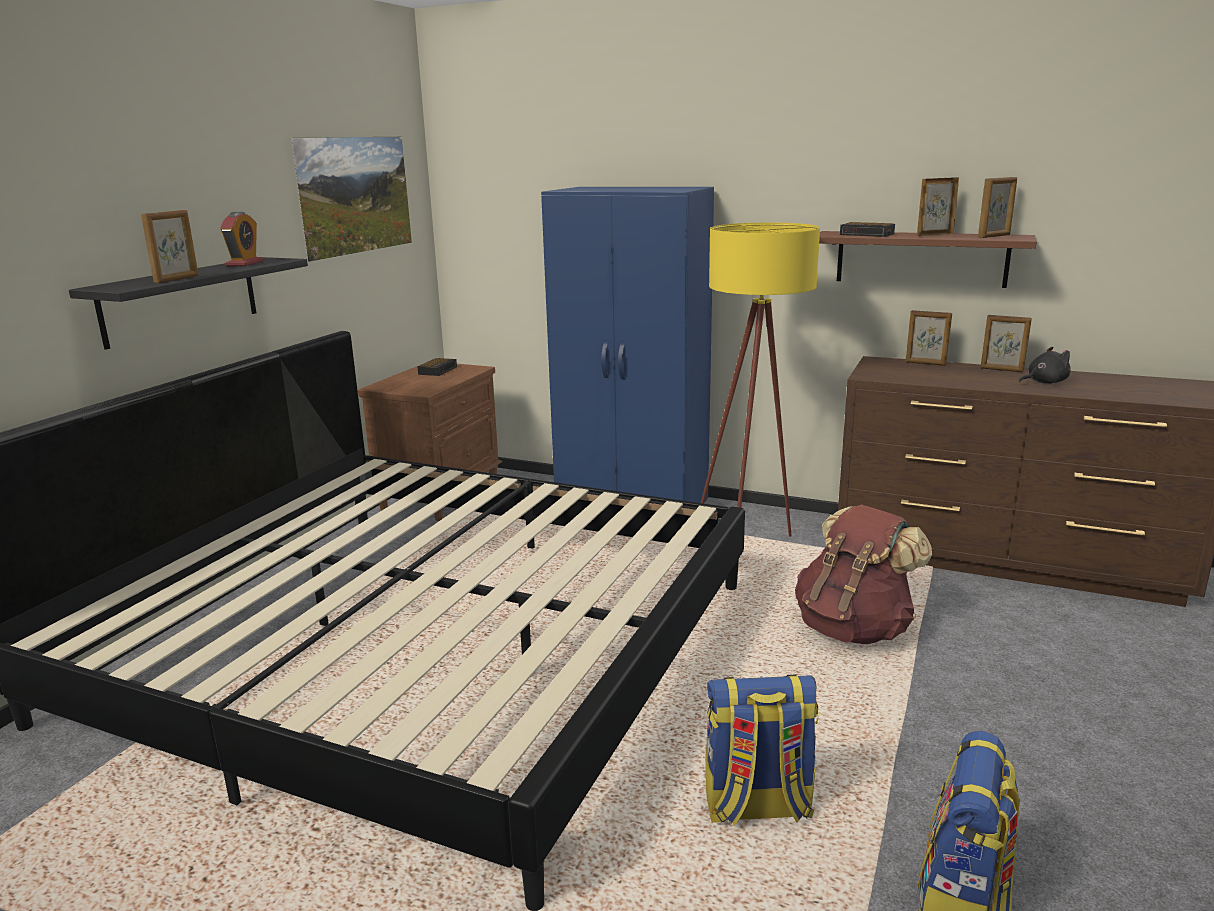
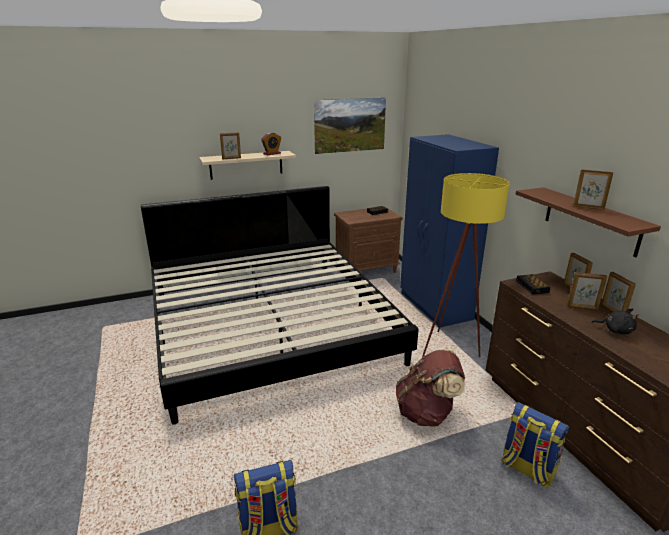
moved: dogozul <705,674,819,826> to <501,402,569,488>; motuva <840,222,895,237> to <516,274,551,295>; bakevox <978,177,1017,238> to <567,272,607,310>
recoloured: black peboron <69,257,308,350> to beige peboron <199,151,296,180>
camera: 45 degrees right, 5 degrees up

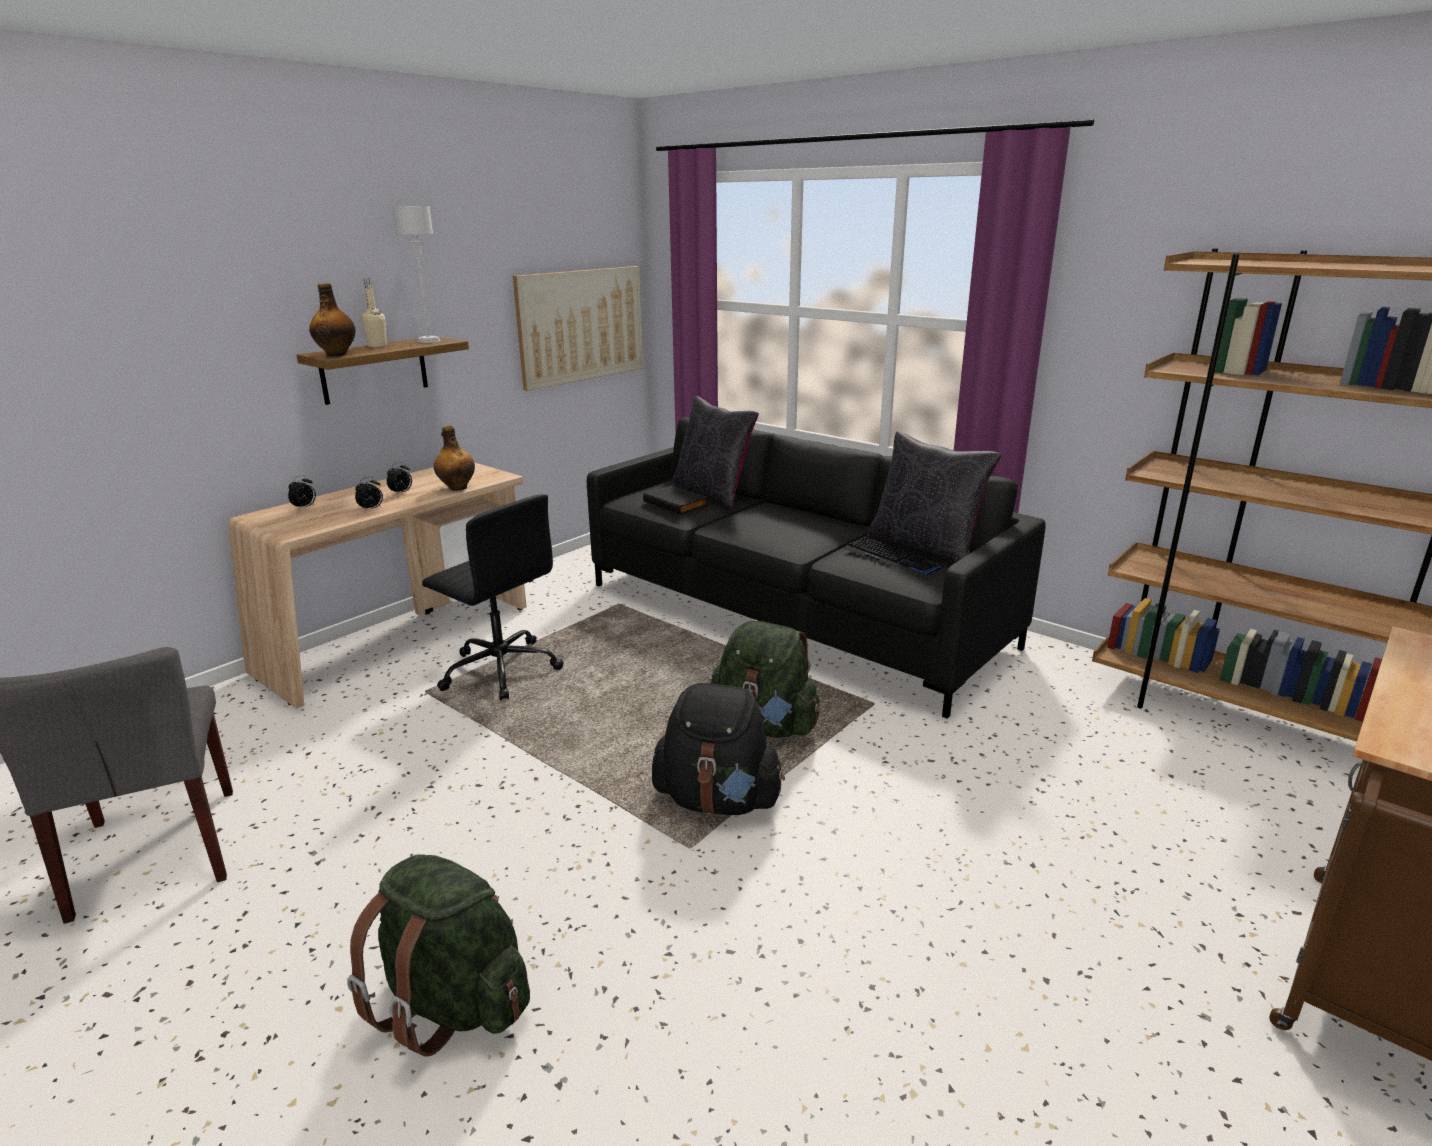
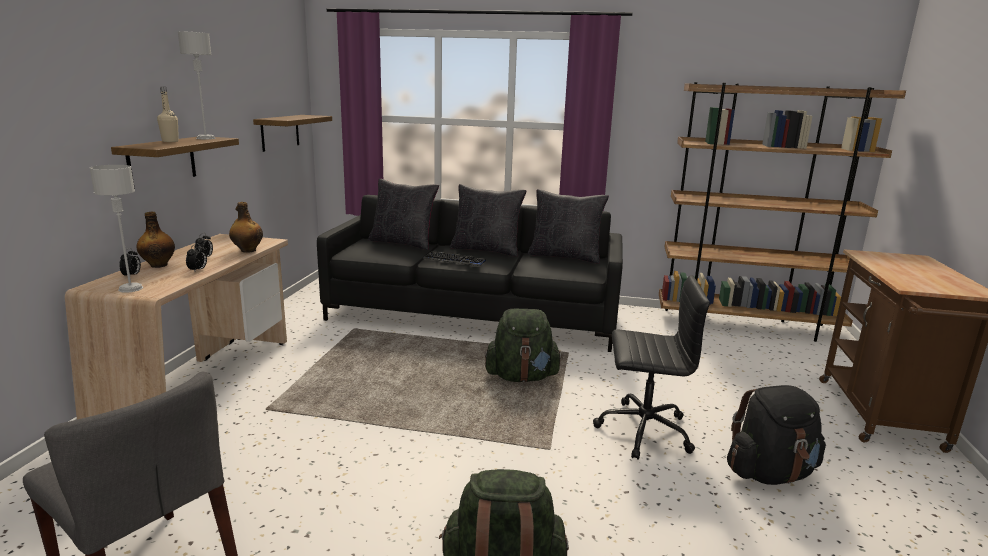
removed: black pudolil <643,485,709,514>
added: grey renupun <90,165,143,293>; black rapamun <450,184,527,257>
moved: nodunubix <309,283,355,357> to <136,212,175,268>; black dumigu <422,494,564,700> to <593,275,710,460>; black dogozul <652,683,785,815> to <727,385,826,485>; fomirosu <843,537,943,576> to <423,251,486,266>
replaced: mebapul <513,266,643,391> to peboron <253,115,332,152>
camera: 30 degrees left, 5 degrees down

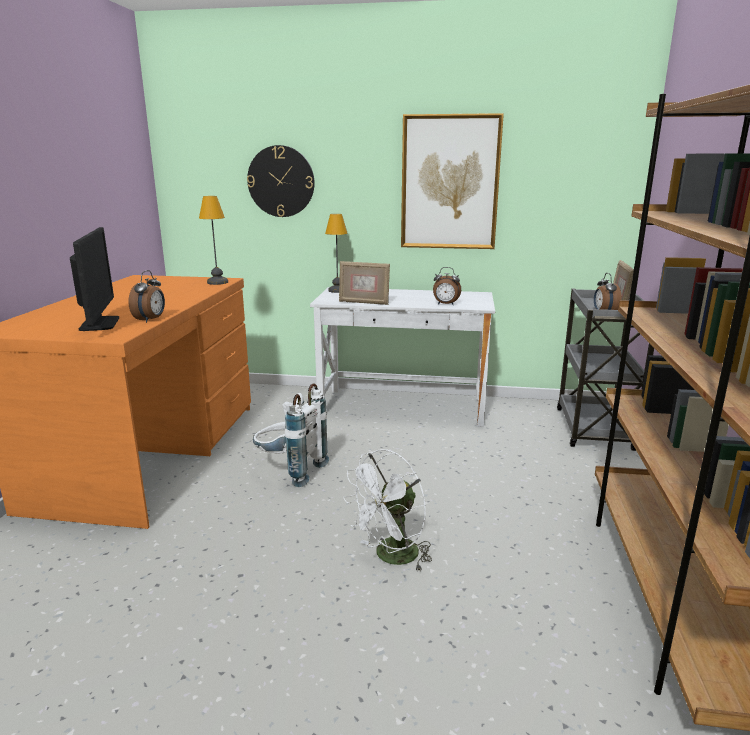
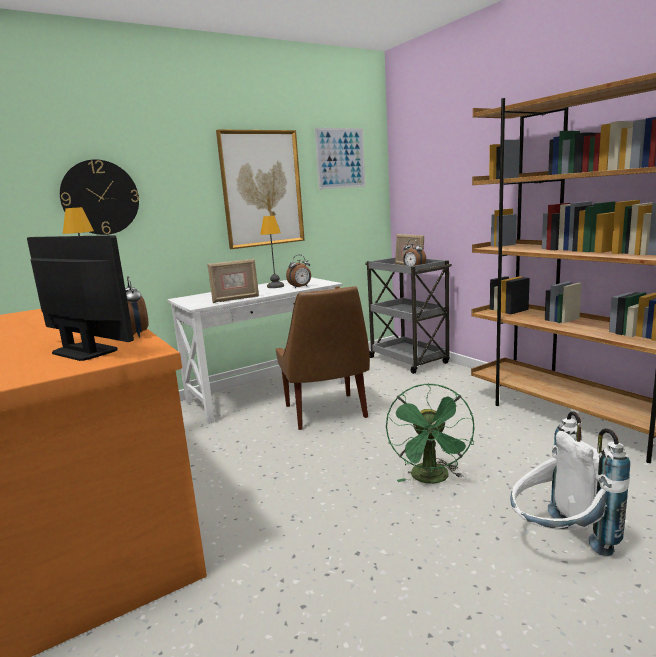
added: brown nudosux <276,286,370,430>; mebapul <315,128,366,189>
moved: white dogozul <253,383,329,487> to <511,411,630,557>; renupun <325,214,348,293> to <260,216,284,288>
recoloured: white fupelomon <343,449,432,572> to green fupelomon <386,383,475,484>
camera: 40 degrees left, 5 degrees down

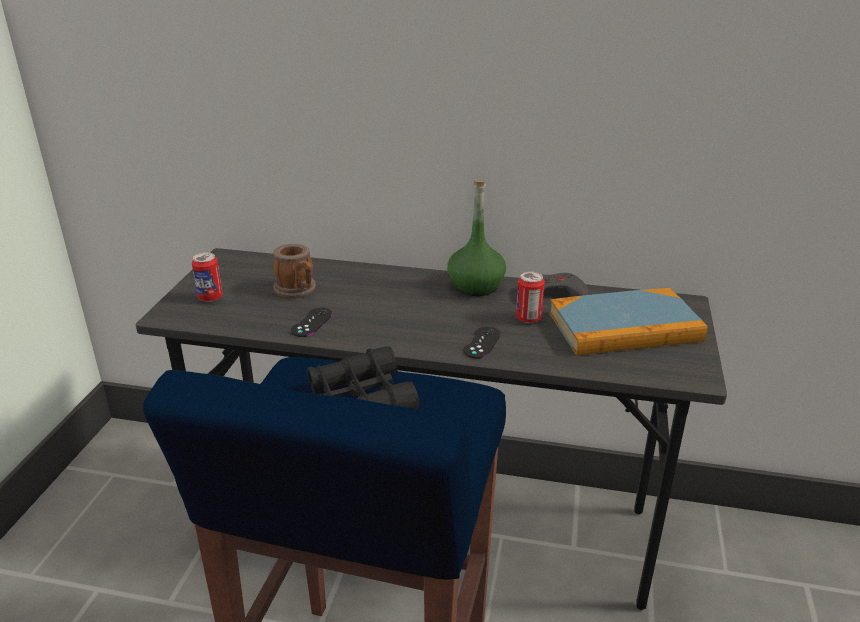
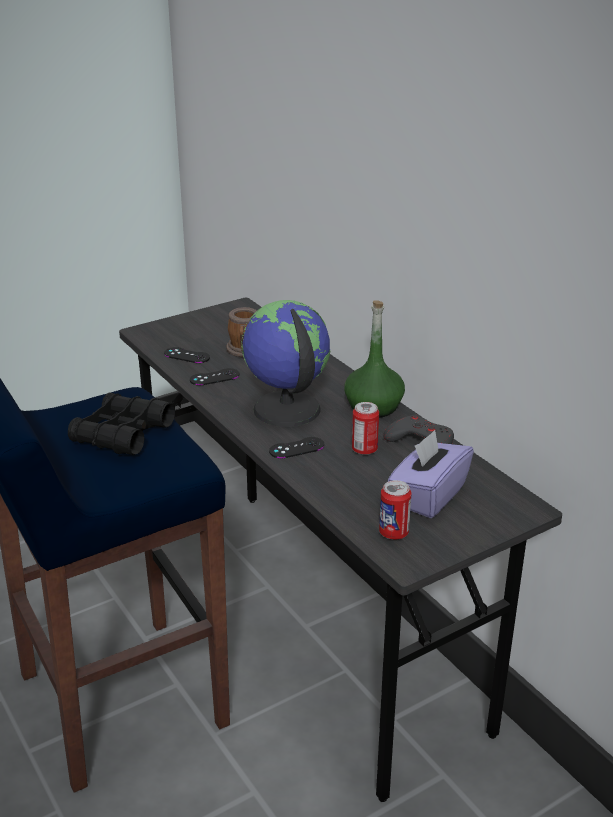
added: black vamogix <164,347,210,363>; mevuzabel <241,300,330,427>
moved: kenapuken <192,252,223,302> to <379,480,411,540>
replaced: pudolil <549,288,708,355> to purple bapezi <388,430,474,518>
camera: 45 degrees right, 0 degrees up

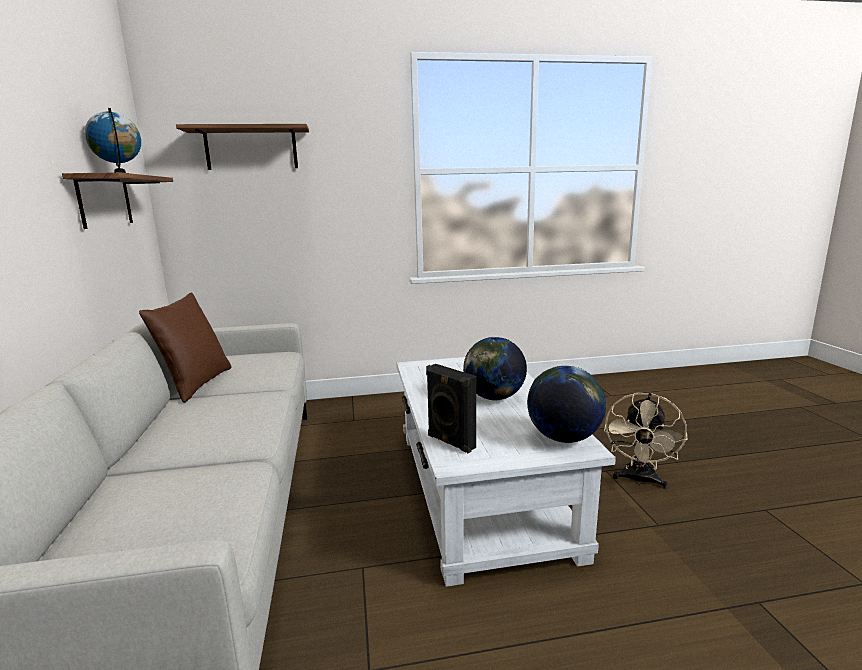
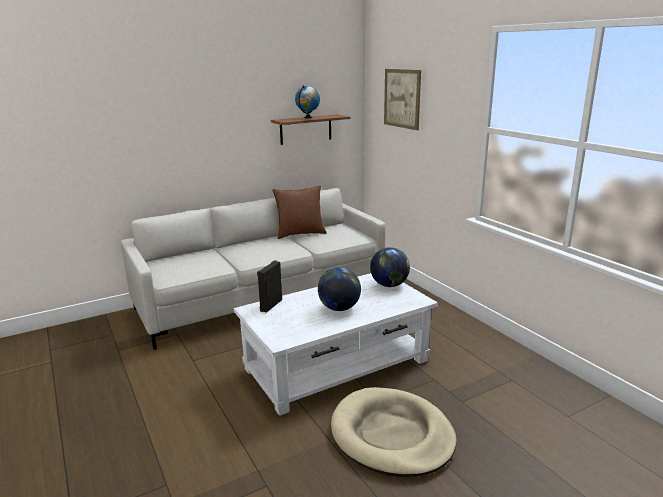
moved: mevuzabel <527,366,606,443> to <370,247,410,287>
replaced: peboron <176,124,309,170> to mebapul <384,69,421,130>; beige fupelomon <604,393,687,489> to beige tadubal <331,387,457,477>
camera: 70 degrees right, 5 degrees up

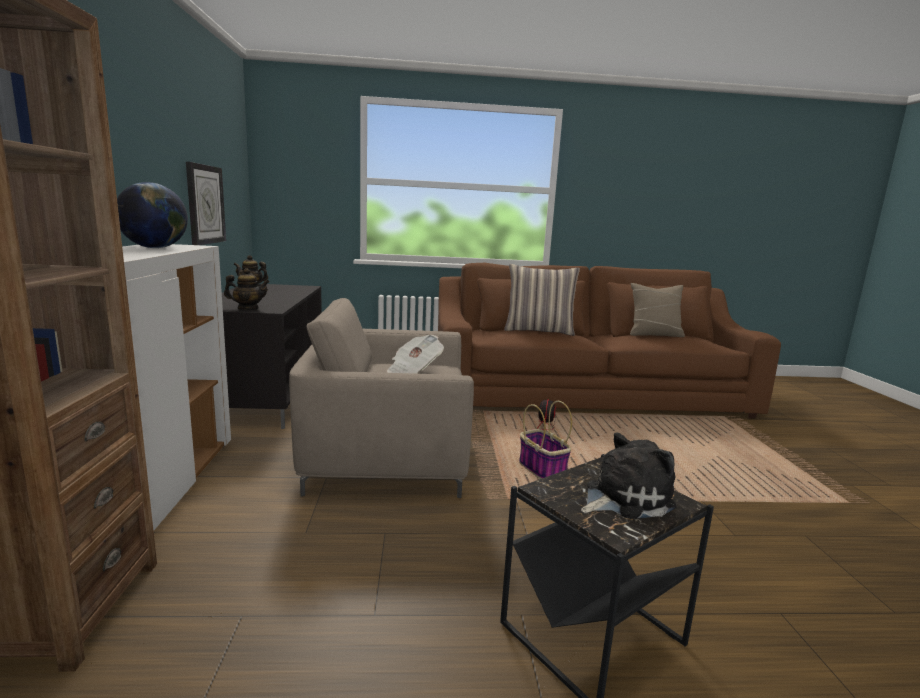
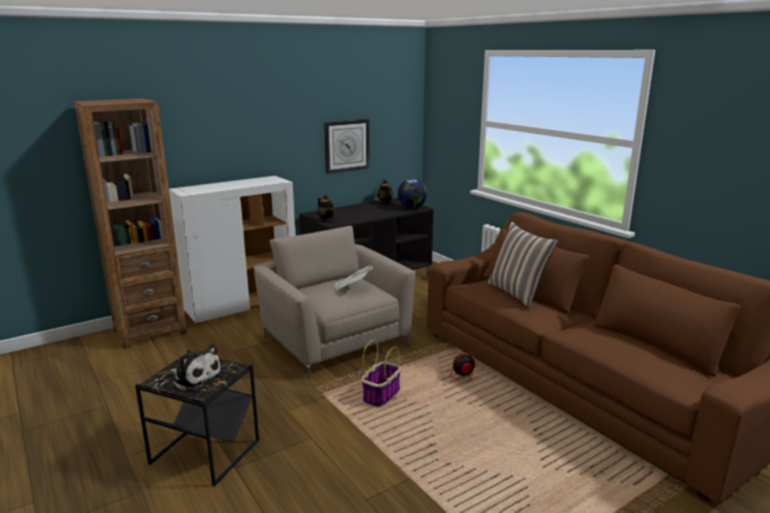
removed: beige rapamun <630,283,685,337>
moved: mevuzabel <117,182,188,248> to <398,179,427,209>
camera: 60 degrees right, 5 degrees up

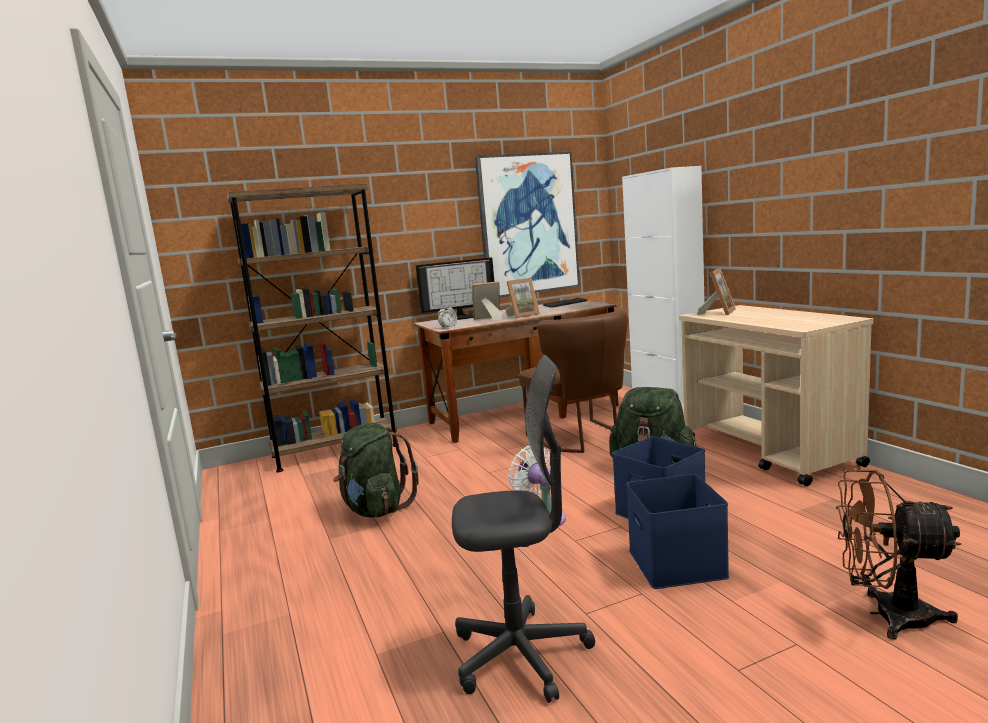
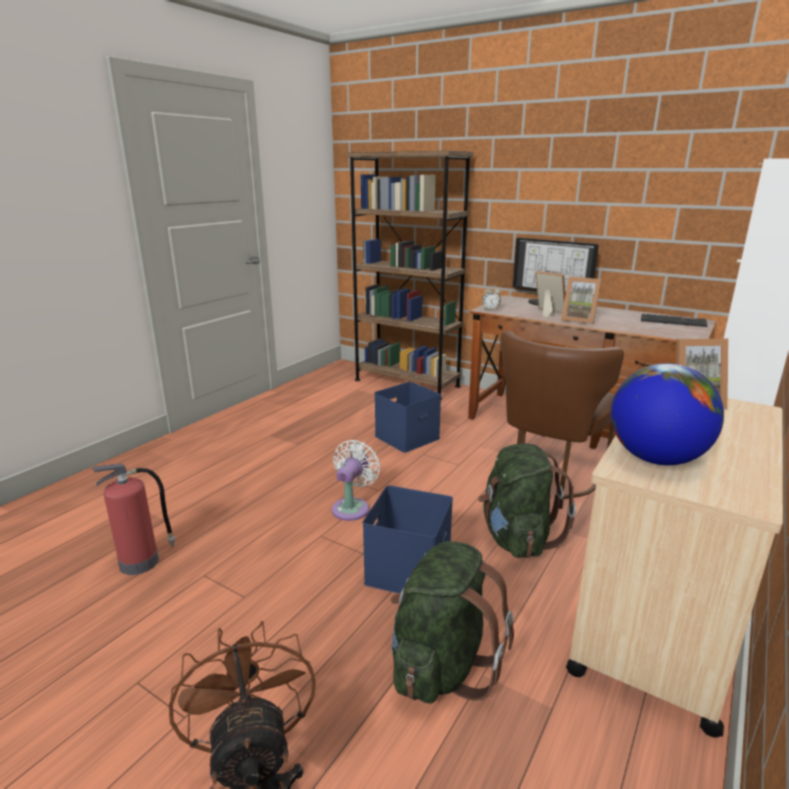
removed: mebapul <475,152,580,297>
added: mevuzabel <611,363,724,465>
moved: green dogozul <333,423,419,518> to <391,541,514,704>; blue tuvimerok <626,474,729,589> to <375,382,441,453>
replaced: grey dumigu <452,355,595,703> to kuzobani <92,464,175,575>
camera: 55 degrees right, 10 degrees up

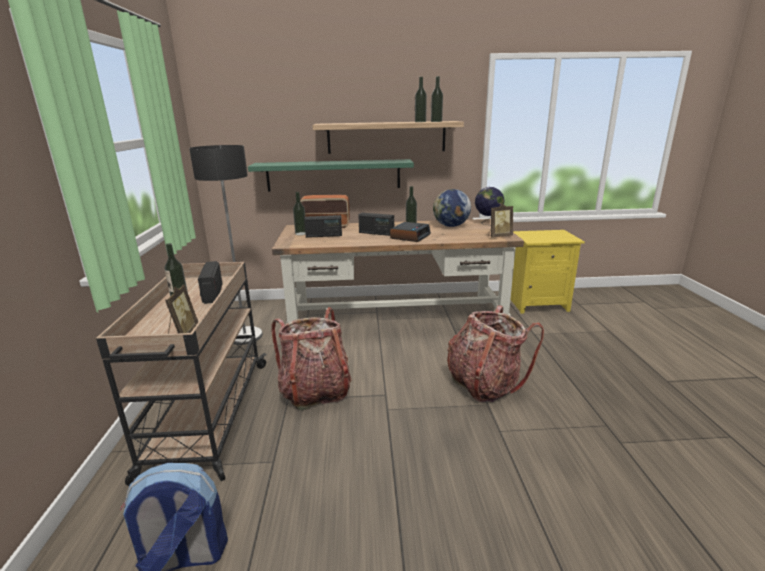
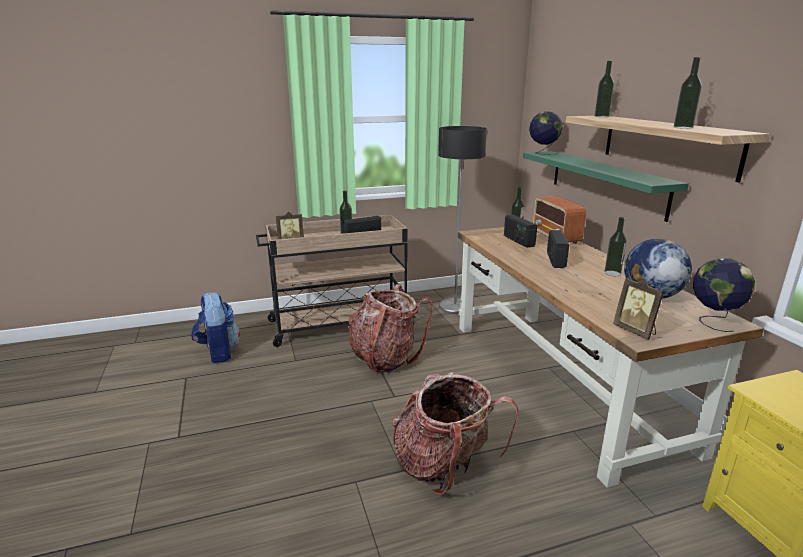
removed: motuva <390,222,431,242>
added: mevuzabel <529,111,563,155>
moved: nodunubix <431,76,443,122> to <595,61,614,117>
camera: 75 degrees right, 0 degrees up

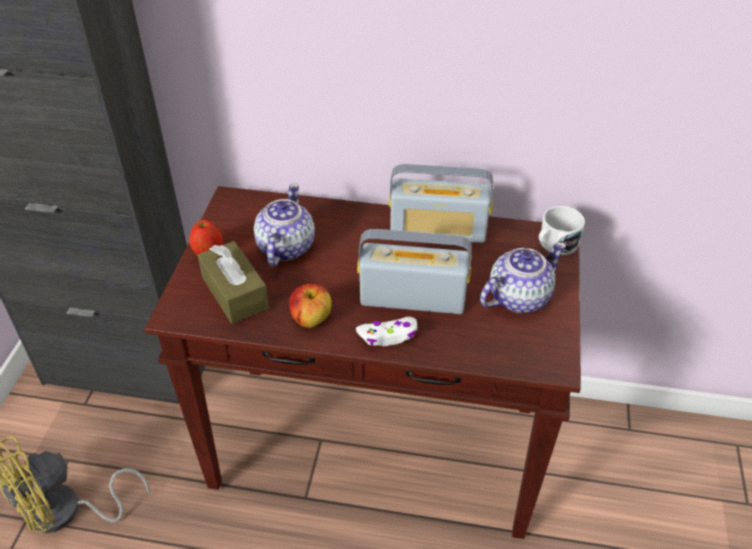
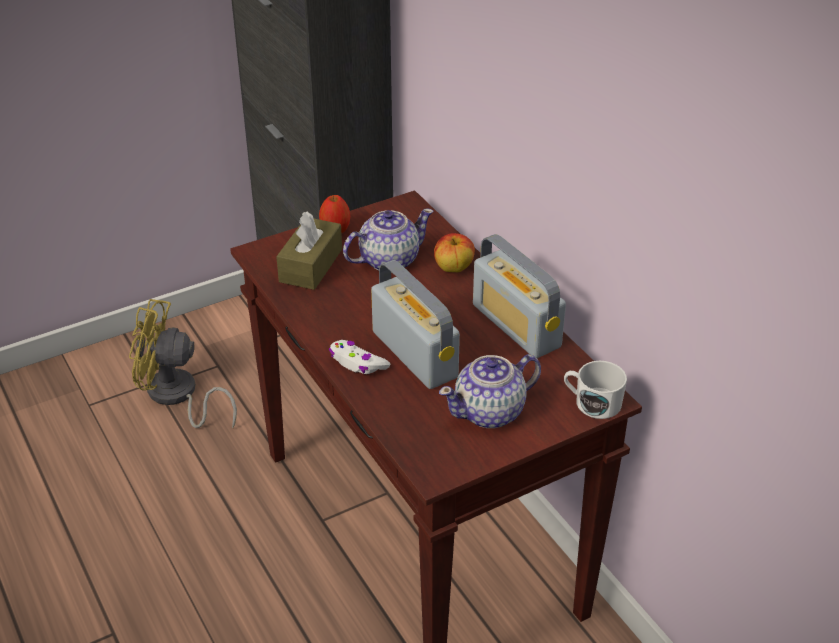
moved: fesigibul <289,284,332,328> to <434,233,475,272>
turned: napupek <480,242,566,313> = <439,354,541,428> 135 degrees clockwise
camera: 50 degrees right, 5 degrees down

